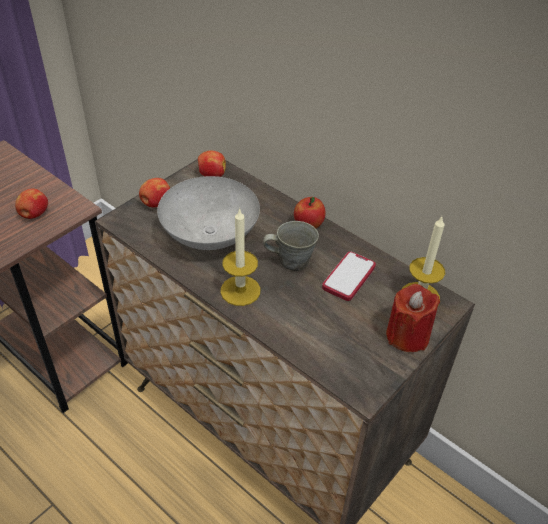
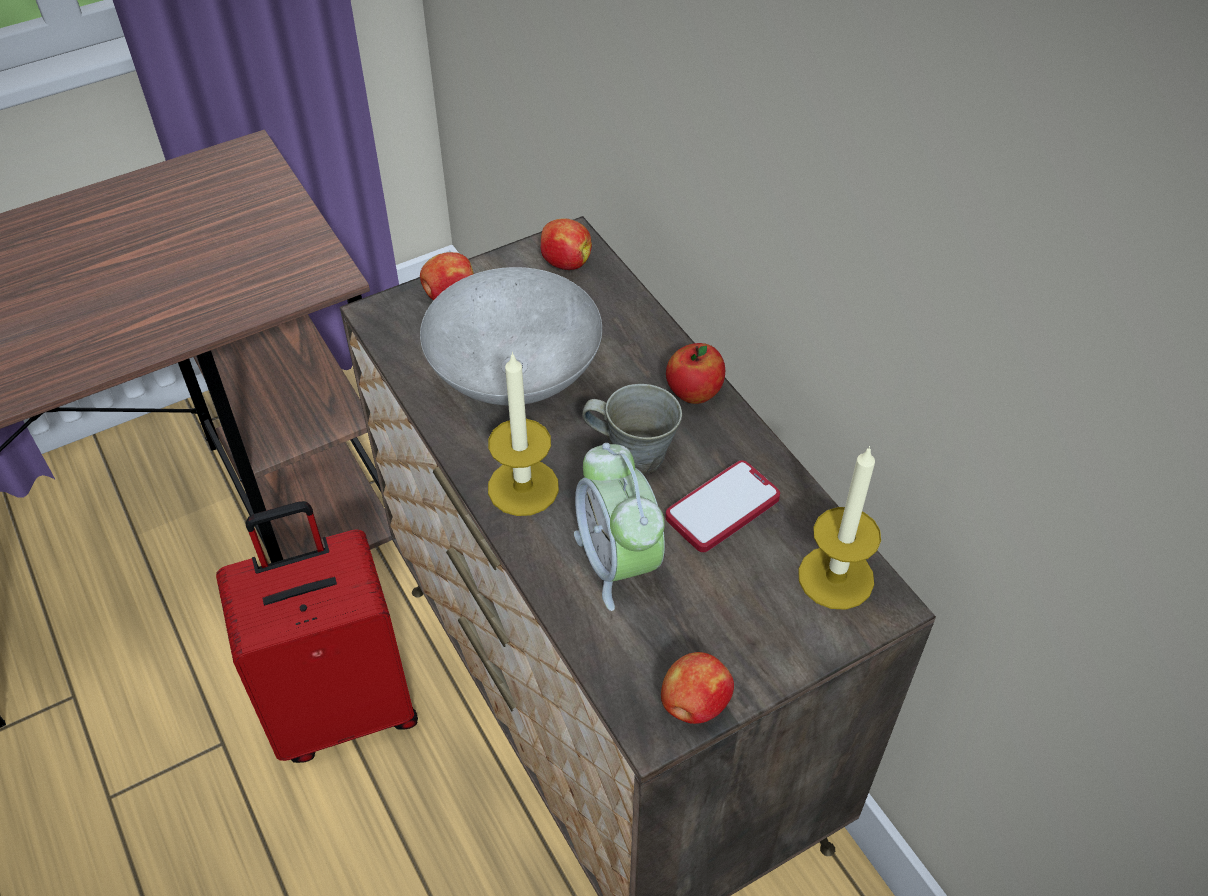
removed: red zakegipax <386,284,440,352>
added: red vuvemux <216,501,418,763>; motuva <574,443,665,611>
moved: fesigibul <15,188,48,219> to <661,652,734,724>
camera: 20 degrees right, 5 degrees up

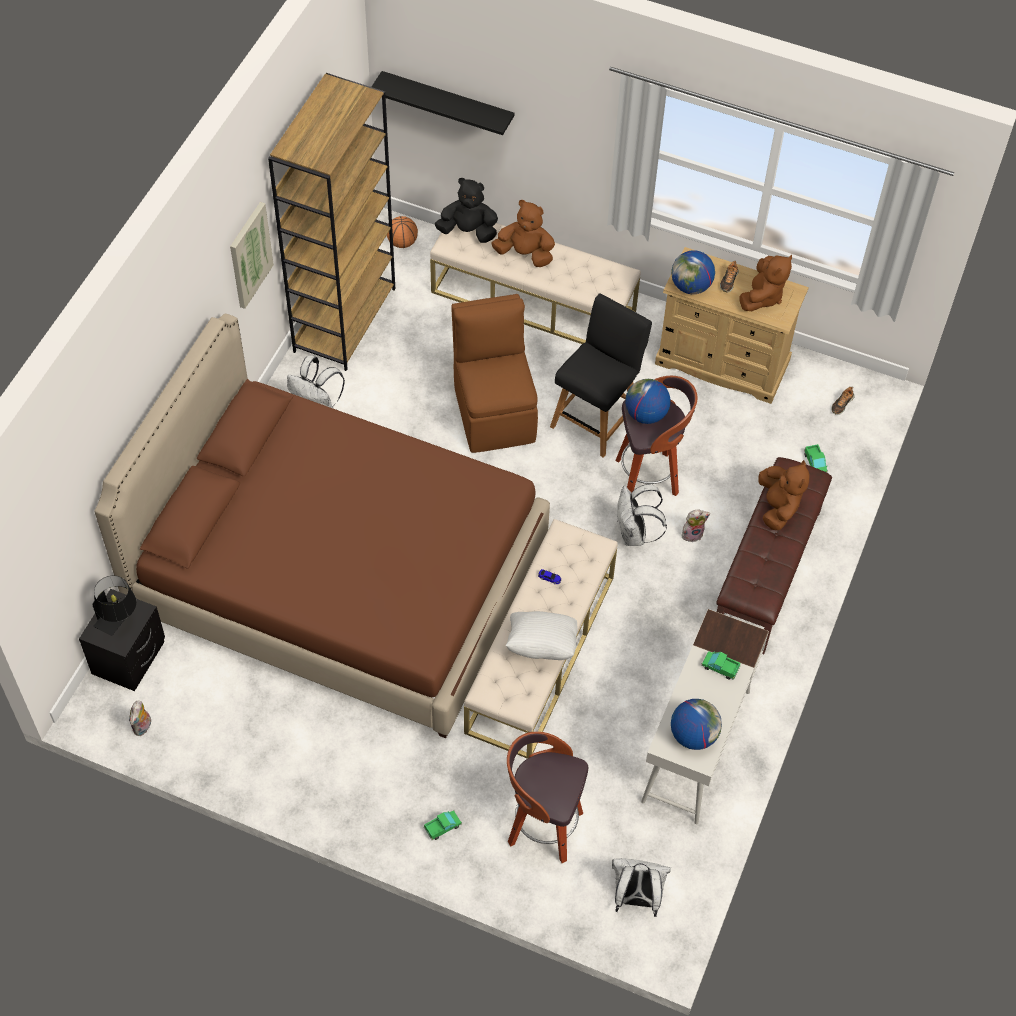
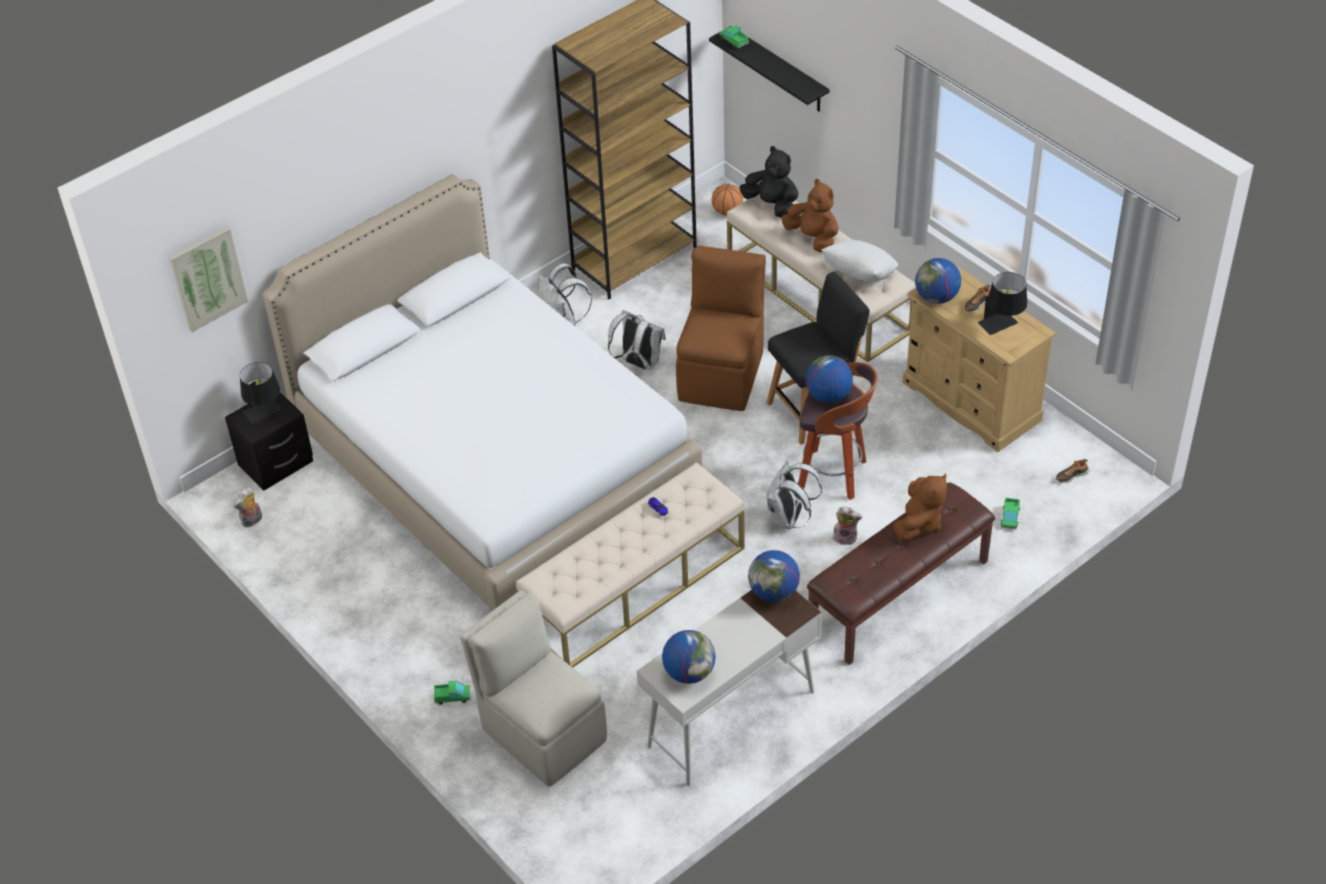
added: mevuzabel <748,550,800,602>
moved: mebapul <230,202,274,309> to <169,226,248,332>; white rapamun <506,611,577,660> to <821,240,898,282>; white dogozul <612,858,671,917> to <608,310,666,370>; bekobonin <701,651,740,680> to <719,25,749,49>
replaced: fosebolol <507,731,588,863> to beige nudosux <460,590,607,787>; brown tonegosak <739,255,792,311> to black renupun <978,272,1027,335>
recoloured: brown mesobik <95,314,550,738> to white mesobik <263,174,702,611>
camera: 30 degrees right, 10 degrees down

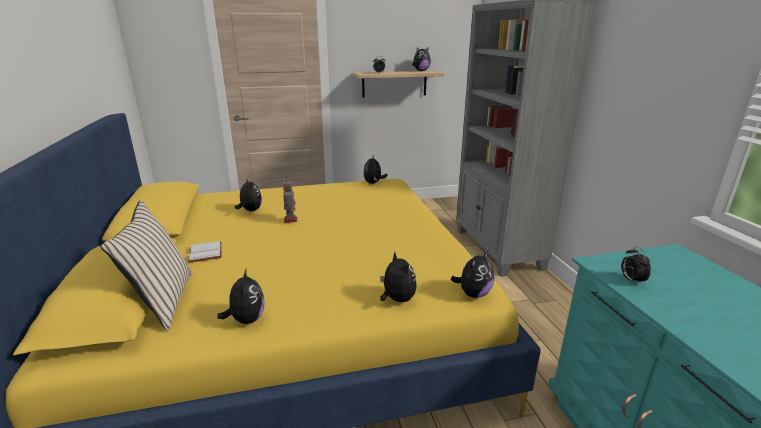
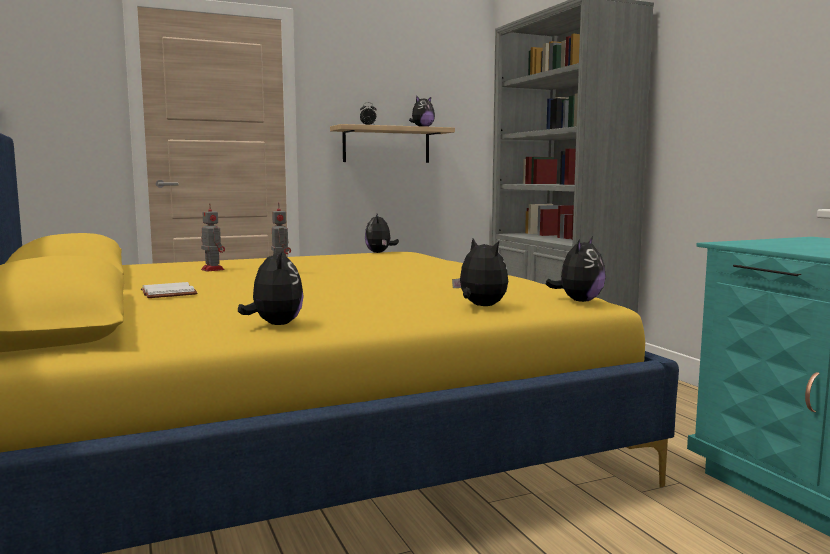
removed: beige rapamun <101,200,193,330>; motuva <621,246,651,285>
replaced: tonegosak <235,179,262,211> to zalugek <201,203,225,272>
camera: 10 degrees left, 15 degrees down

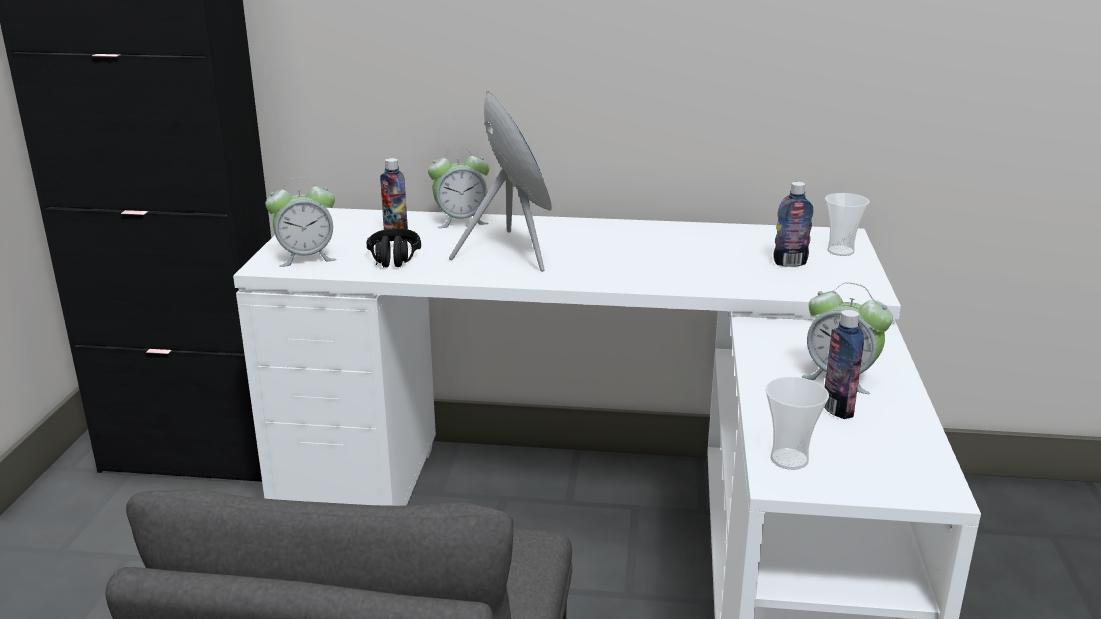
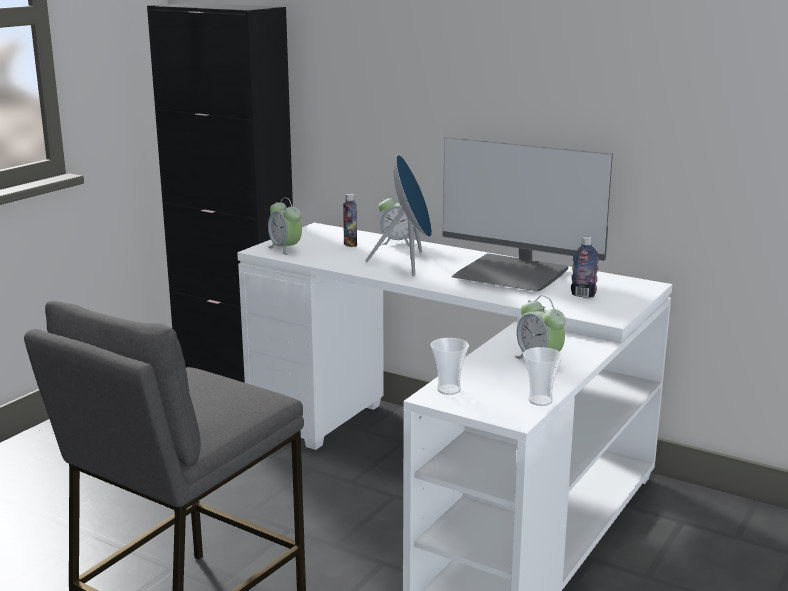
removed: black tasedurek <367,228,421,267>; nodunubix <824,310,864,419>
added: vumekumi <442,137,613,292>
moved: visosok <825,193,869,256> to <523,347,563,406>
turned: motuva <265,177,337,267> = <268,198,302,255> 45 degrees clockwise
camera: 25 degrees right, 5 degrees down

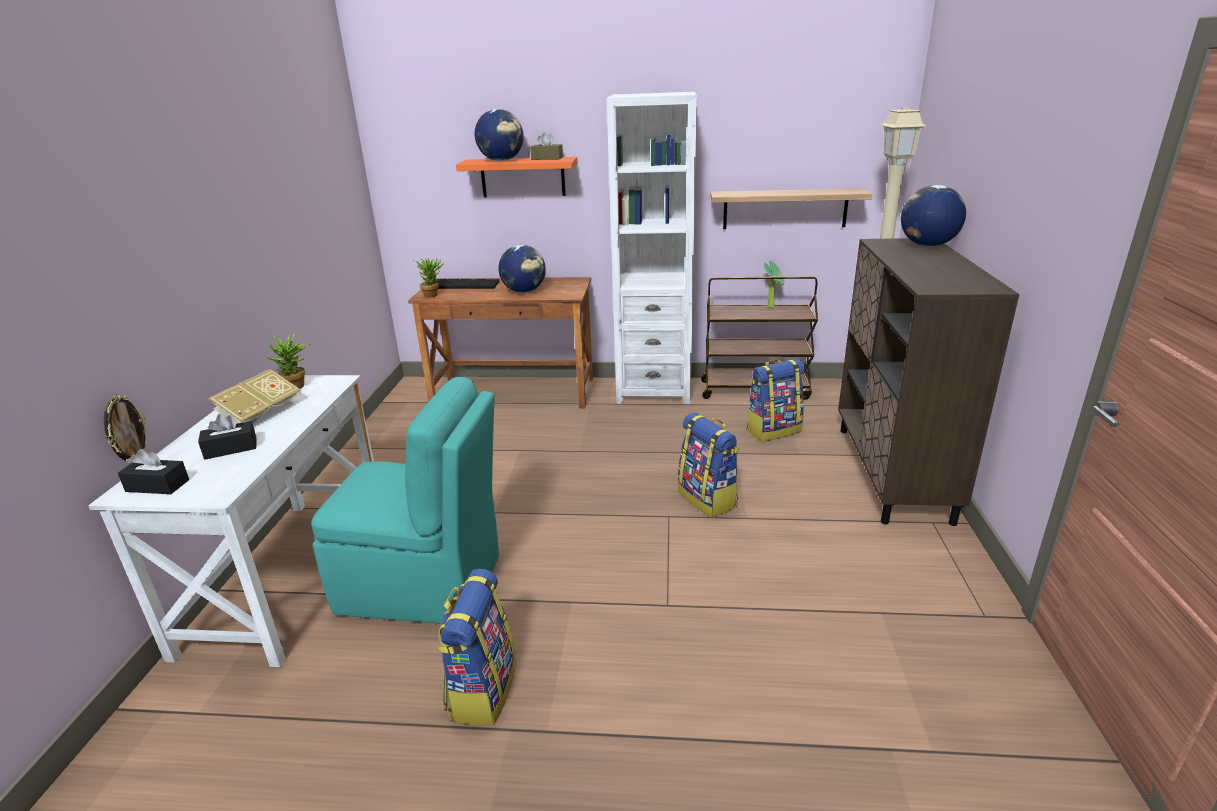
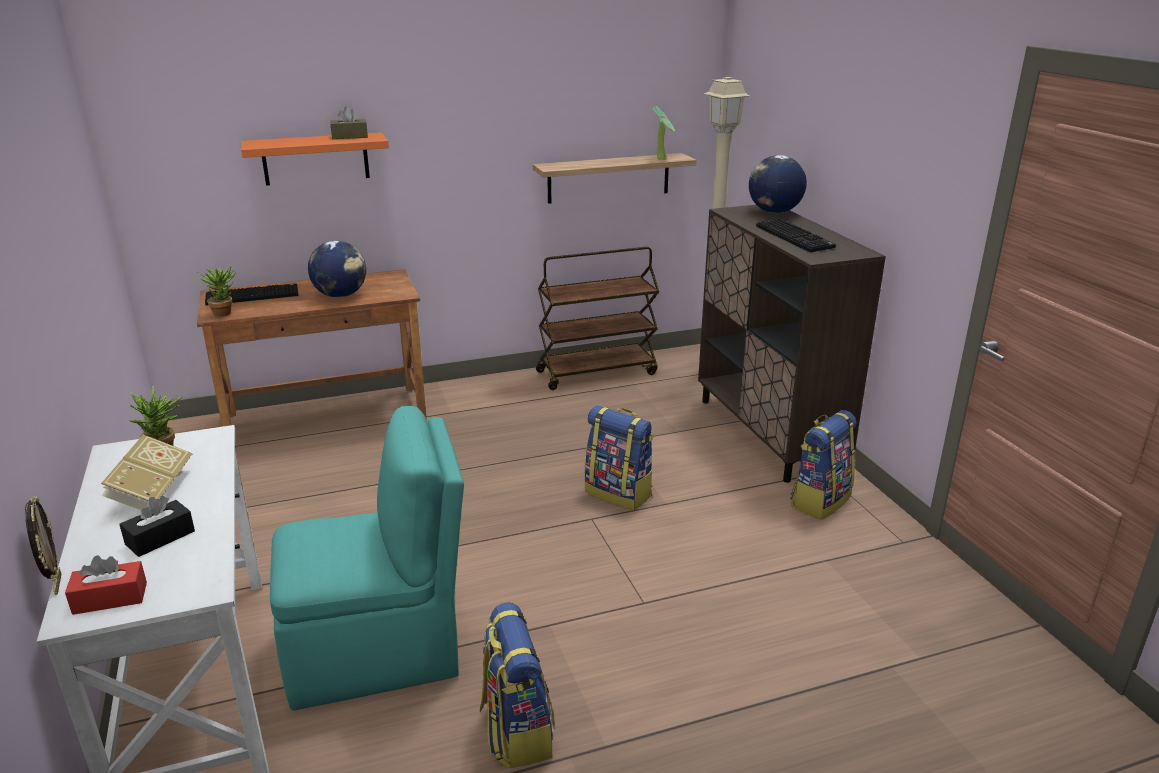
removed: mevuzabel <474,109,524,161>; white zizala <607,92,697,404>
added: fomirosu <756,218,836,252>
moved: dogozul <746,359,805,442> to <790,410,857,520>; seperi <764,261,785,308> to <653,106,675,160>
recoloured: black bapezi <118,449,189,494> to red bapezi <65,555,147,615>
camera: 25 degrees left, 0 degrees up

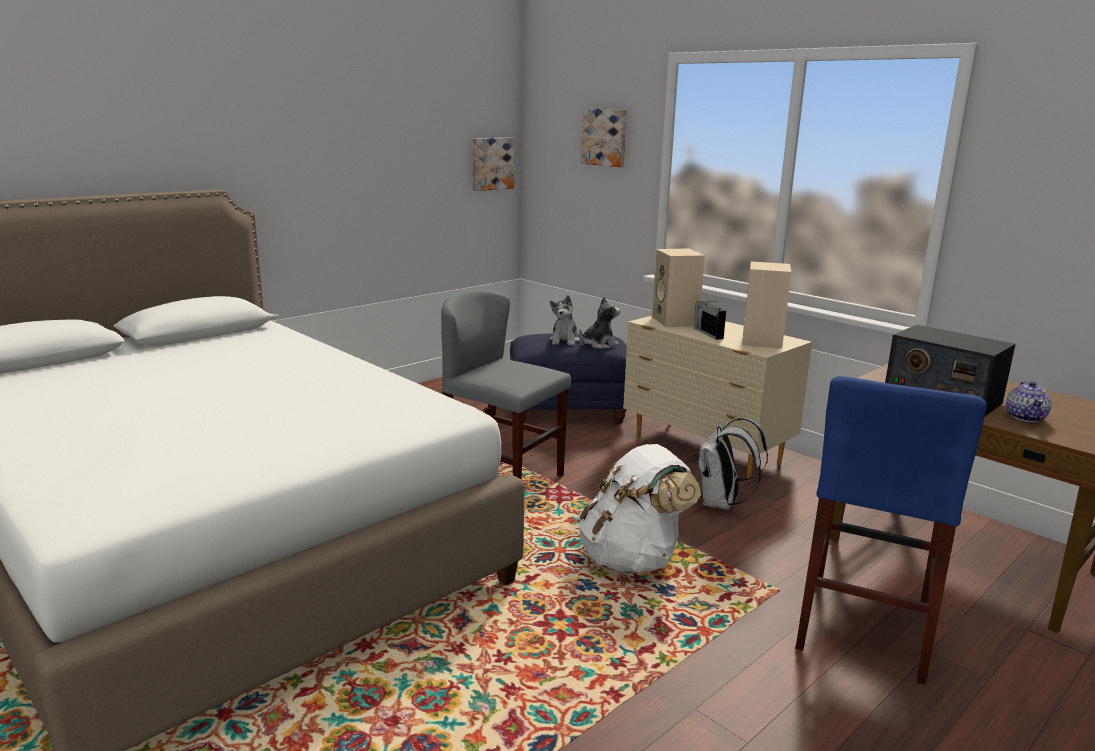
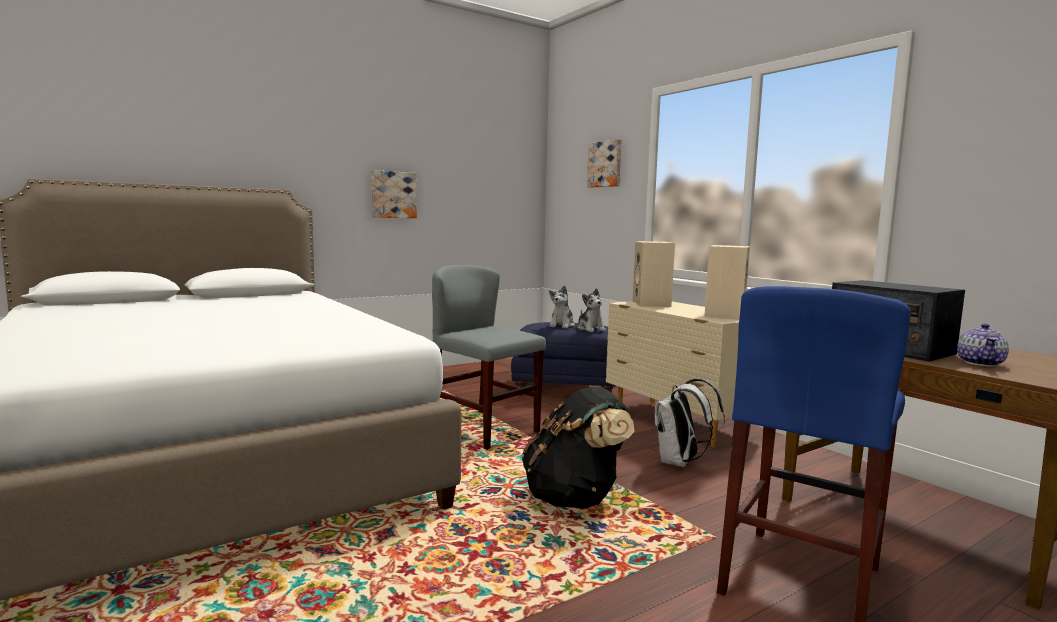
removed: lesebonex <694,301,726,340>
moved: mebapul <473,138,515,191> to <372,170,417,218>
recoloured: white dogozul <577,444,701,572> to black dogozul <522,387,635,509>
turned: tonegosak <579,297,620,349> = <577,288,606,332> 90 degrees clockwise
camera: 10 degrees right, 10 degrees down

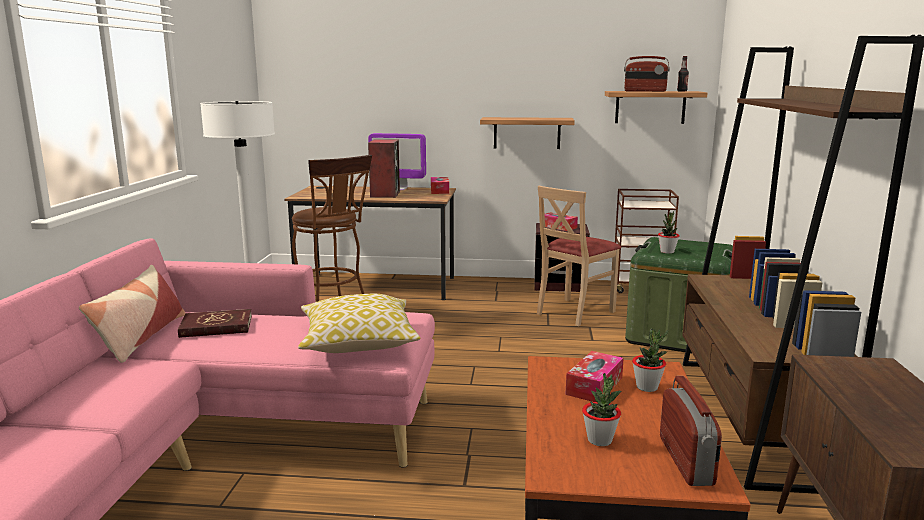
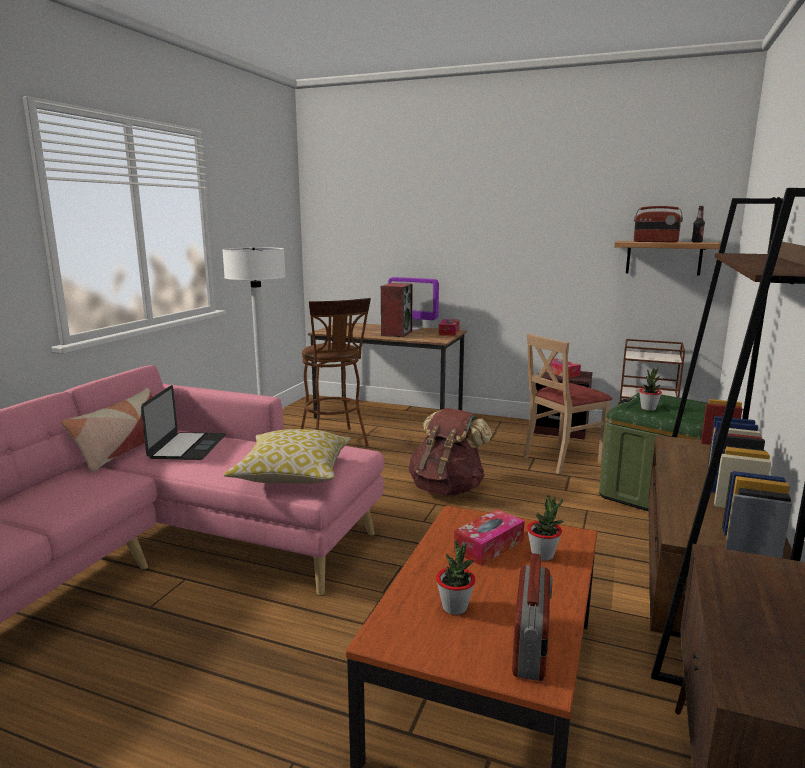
removed: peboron <480,117,575,149>
added: brown dogozul <409,408,492,496>
replaced: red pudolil <178,309,252,338> to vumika <141,385,226,460>
camera: 15 degrees right, 0 degrees up

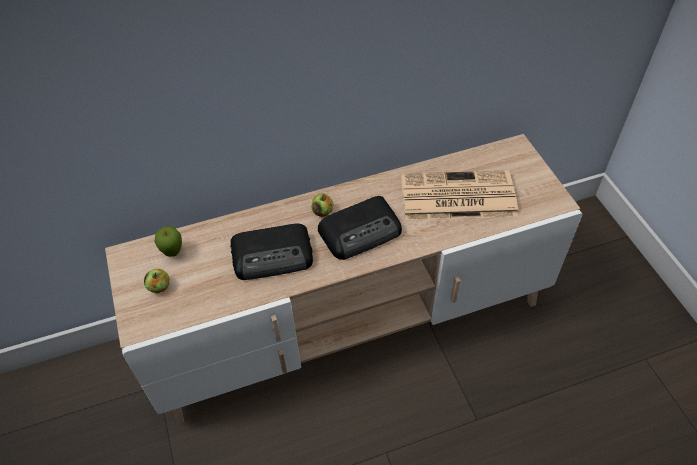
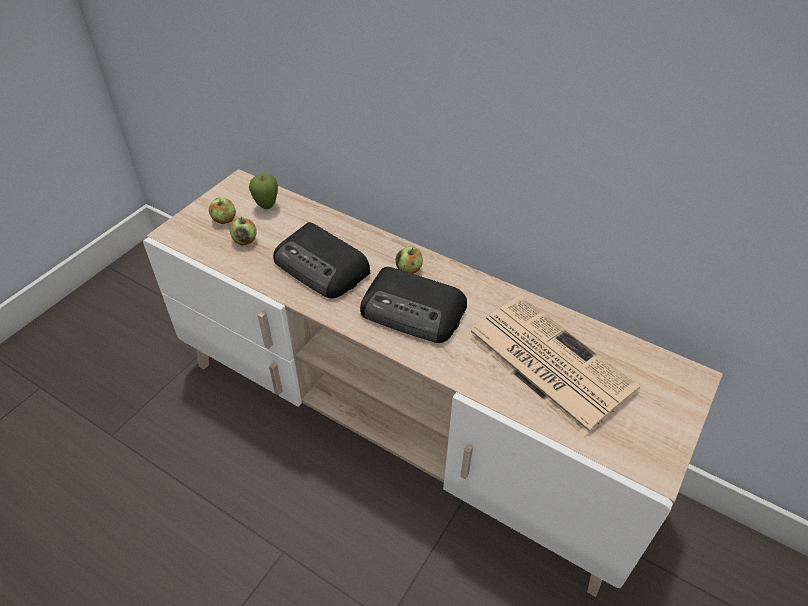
added: fesigibul <230,217,257,245>
camera: 50 degrees right, 5 degrees down

